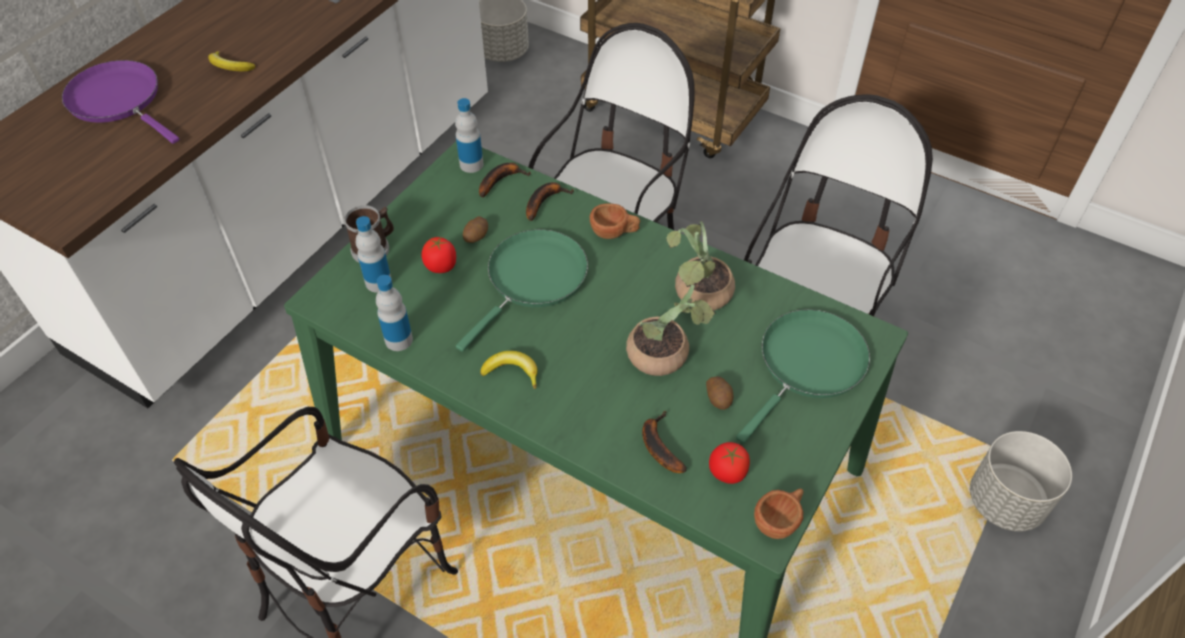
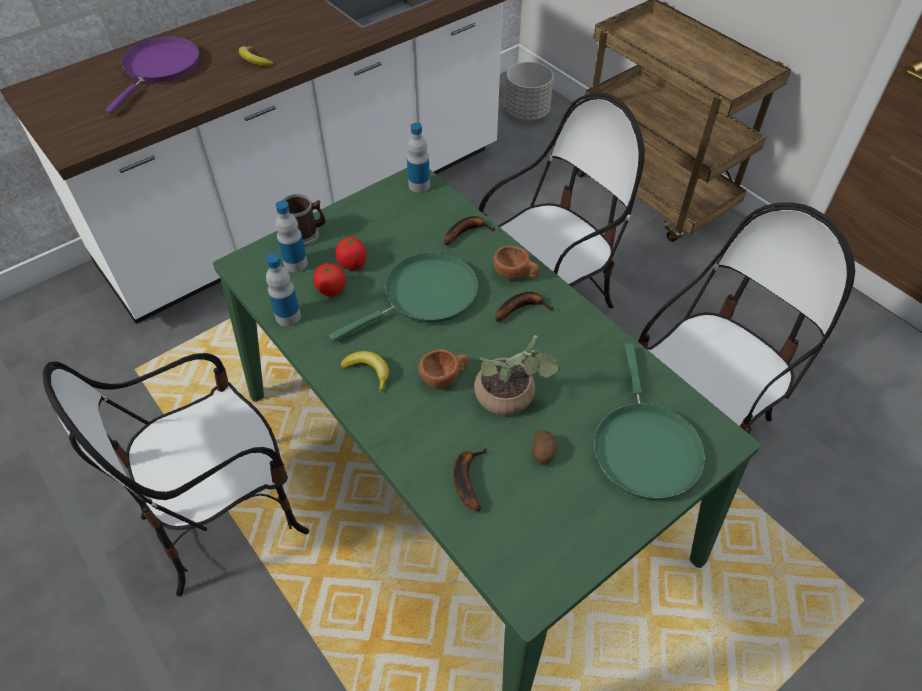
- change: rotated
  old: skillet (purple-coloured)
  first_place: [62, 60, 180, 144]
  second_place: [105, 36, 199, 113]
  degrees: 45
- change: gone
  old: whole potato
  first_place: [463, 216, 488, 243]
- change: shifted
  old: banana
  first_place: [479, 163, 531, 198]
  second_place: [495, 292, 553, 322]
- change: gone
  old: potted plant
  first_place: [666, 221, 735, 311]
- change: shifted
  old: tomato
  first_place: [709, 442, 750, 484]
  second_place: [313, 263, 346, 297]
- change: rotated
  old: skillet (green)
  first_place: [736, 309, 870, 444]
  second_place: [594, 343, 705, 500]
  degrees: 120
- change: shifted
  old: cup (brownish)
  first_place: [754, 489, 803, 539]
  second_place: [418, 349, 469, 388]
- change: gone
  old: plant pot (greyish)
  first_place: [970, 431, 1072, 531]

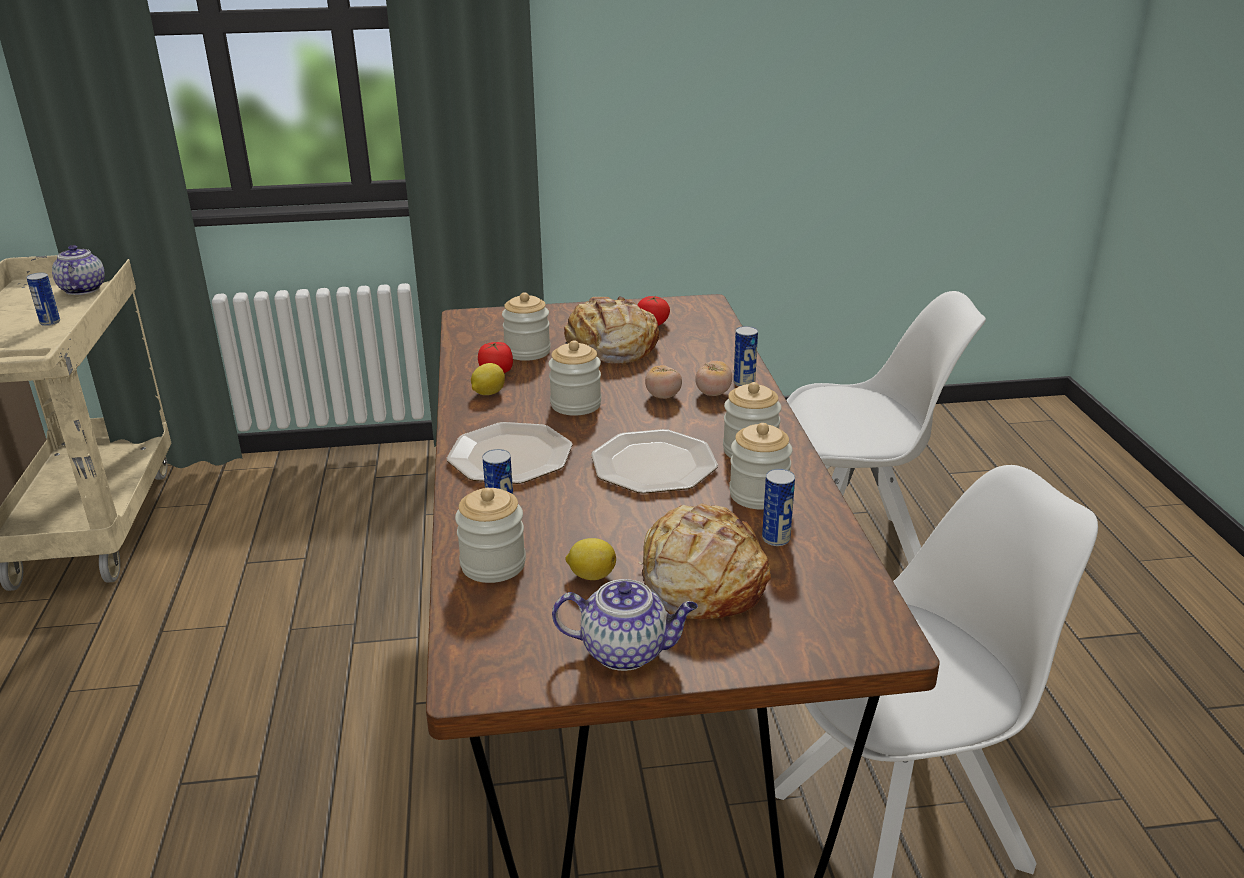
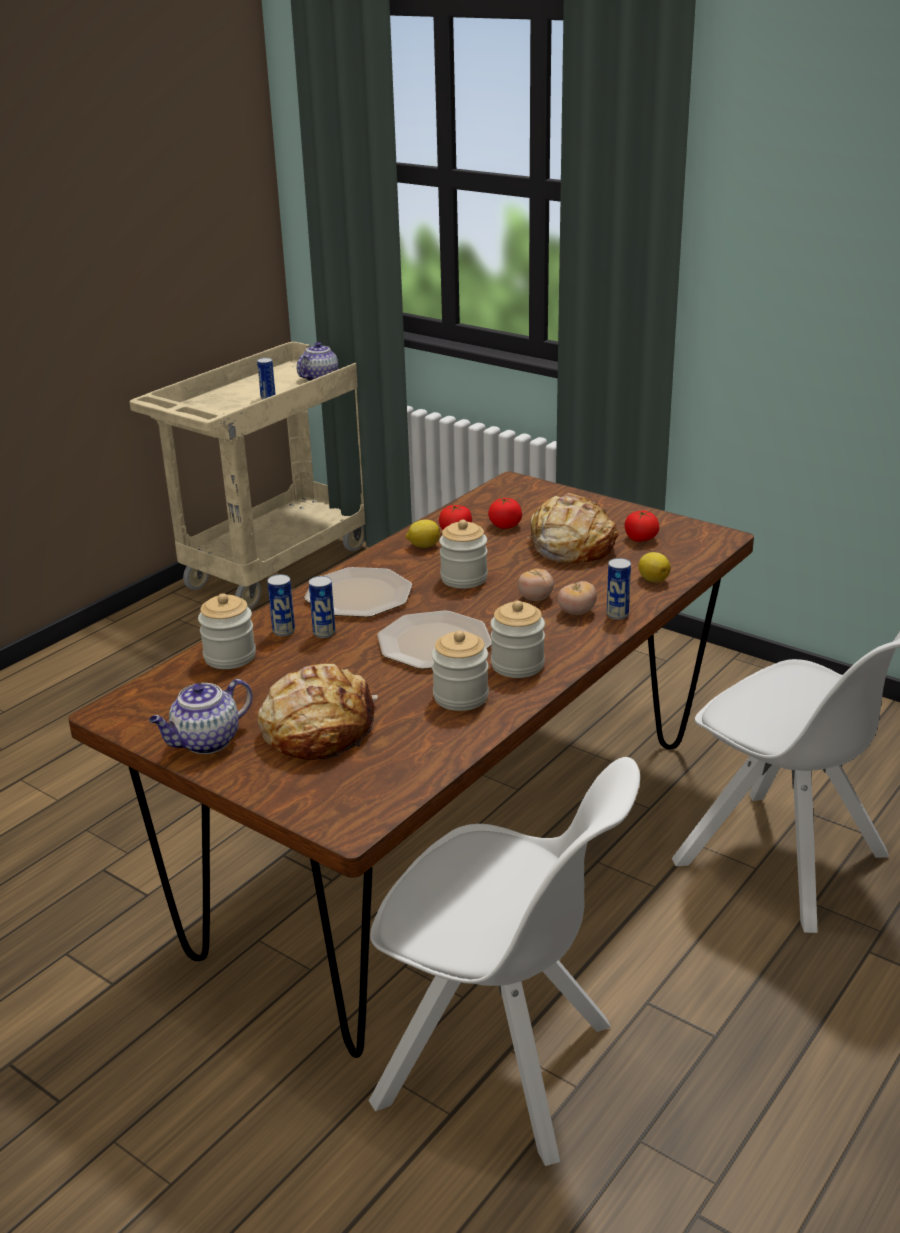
- change: swapped
  old: storage jar
  new: tomato
  first_place: [502, 292, 551, 361]
  second_place: [488, 498, 522, 529]
- change: rotated
  old: tea pot
  first_place: [552, 579, 698, 671]
  second_place: [149, 679, 253, 754]
  degrees: 90
- change: shifted
  old: lemon
  first_place: [565, 538, 616, 580]
  second_place: [638, 552, 671, 582]
- change: shifted
  old: can
  first_place: [762, 469, 795, 546]
  second_place: [309, 576, 336, 638]

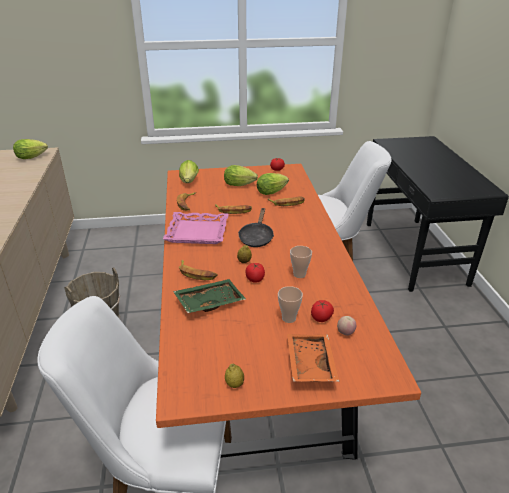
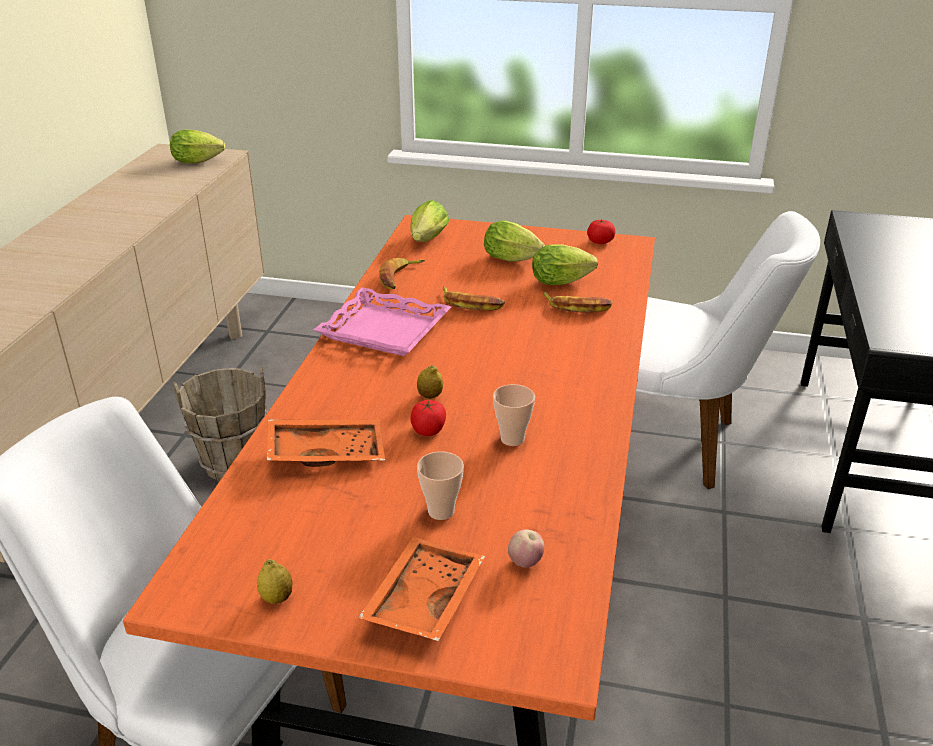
- change: repainted
  old: tray (green)
  new: tray (orange)
  first_place: [173, 279, 246, 313]
  second_place: [267, 419, 385, 467]
- change: gone
  old: banana
  first_place: [179, 259, 218, 281]
- change: gone
  old: skillet (black-coloured)
  first_place: [238, 208, 274, 247]
- change: gone
  old: tomato
  first_place: [311, 300, 334, 322]

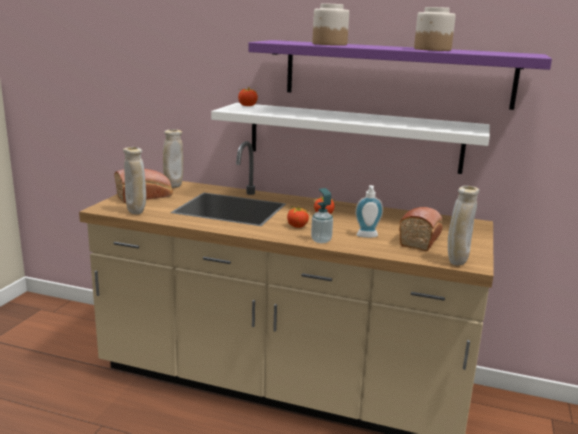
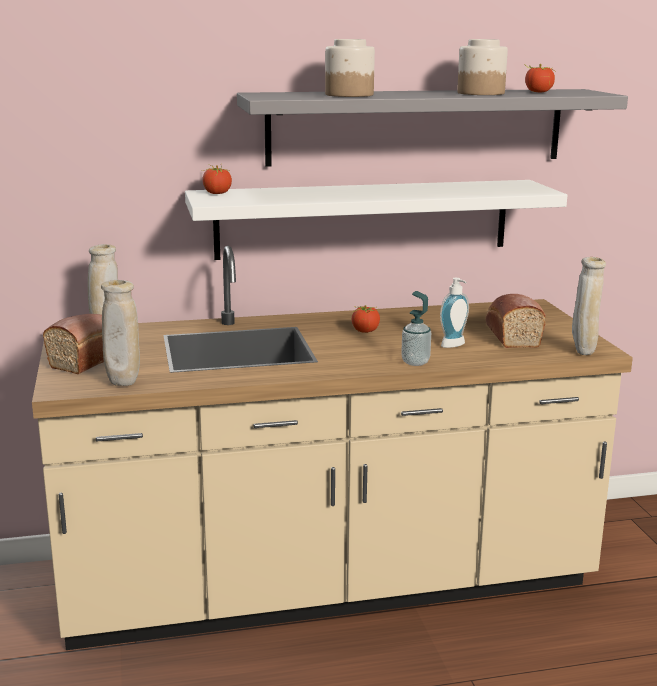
- change: repainted
  old: wall shelf (purple-coloured)
  new: wall shelf (greyish)
  first_place: [248, 40, 552, 110]
  second_place: [237, 89, 628, 167]
- change: shifted
  old: tomato
  first_place: [286, 205, 310, 228]
  second_place: [524, 64, 555, 92]

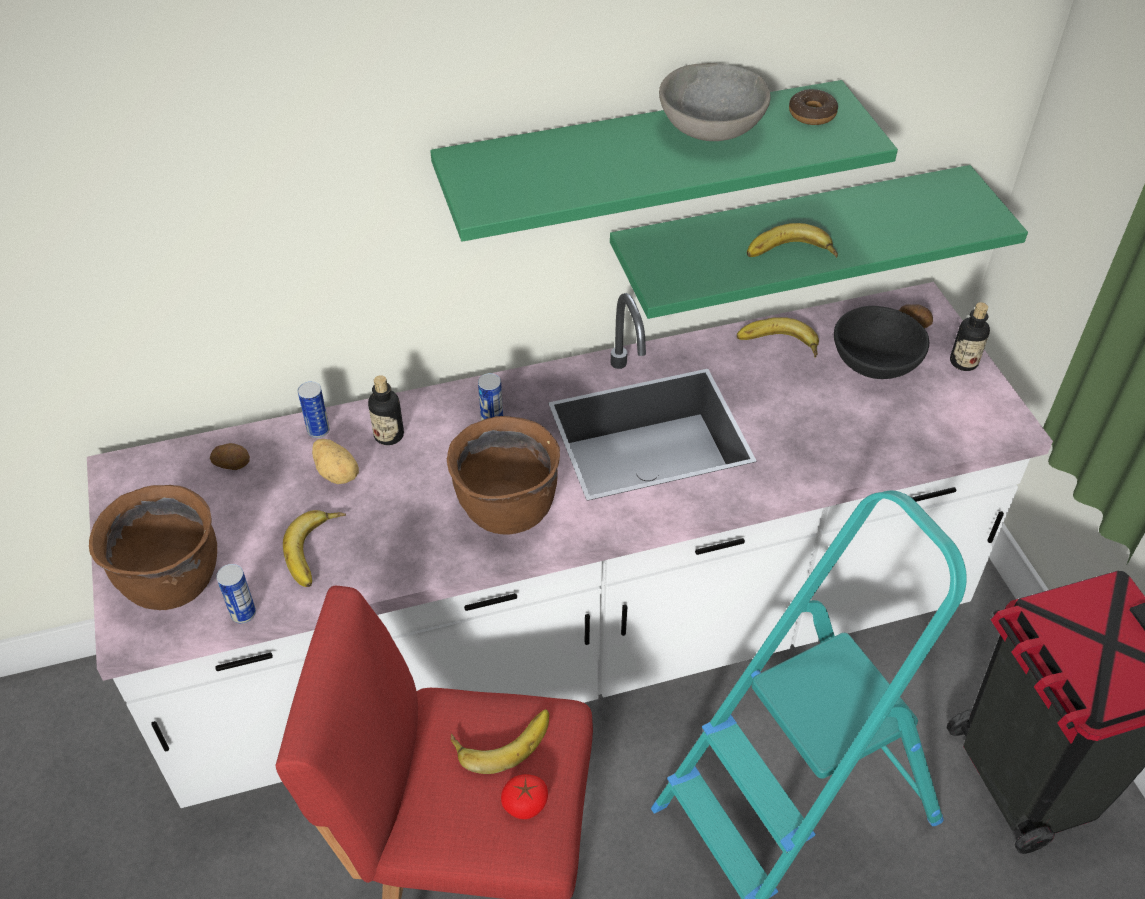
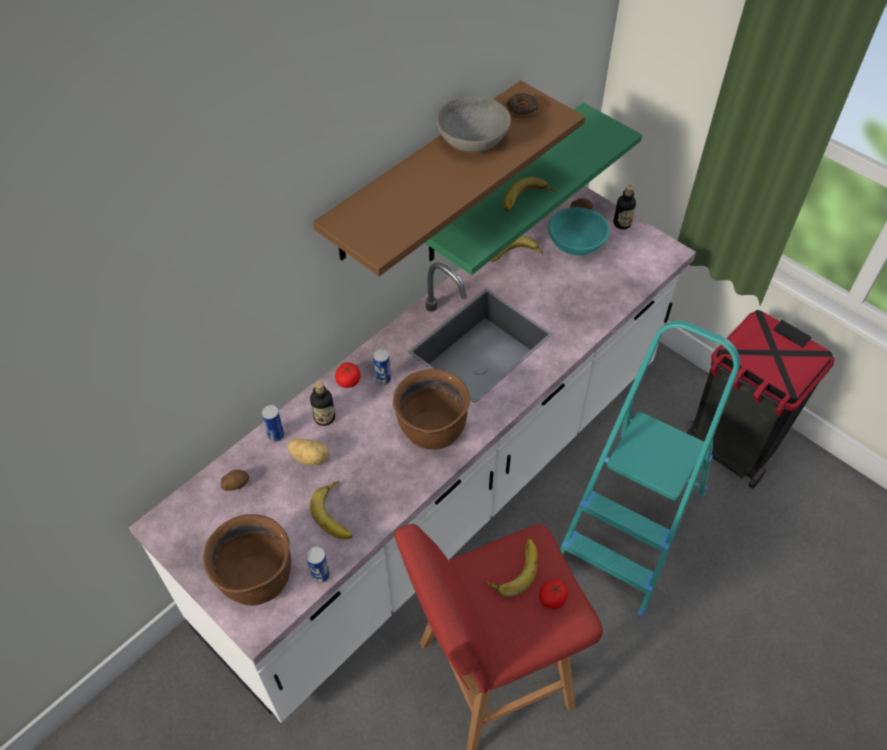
- change: repainted
  old: wall shelf (green)
  new: wall shelf (brownish)
  first_place: [430, 80, 898, 242]
  second_place: [313, 81, 585, 276]
- change: repainted
  old: bowl (black-coloured)
  new: bowl (turquoise-coloured)
  first_place: [834, 306, 929, 379]
  second_place: [548, 207, 609, 255]
- change: new
  new: tomato
  second_place: [335, 362, 360, 388]

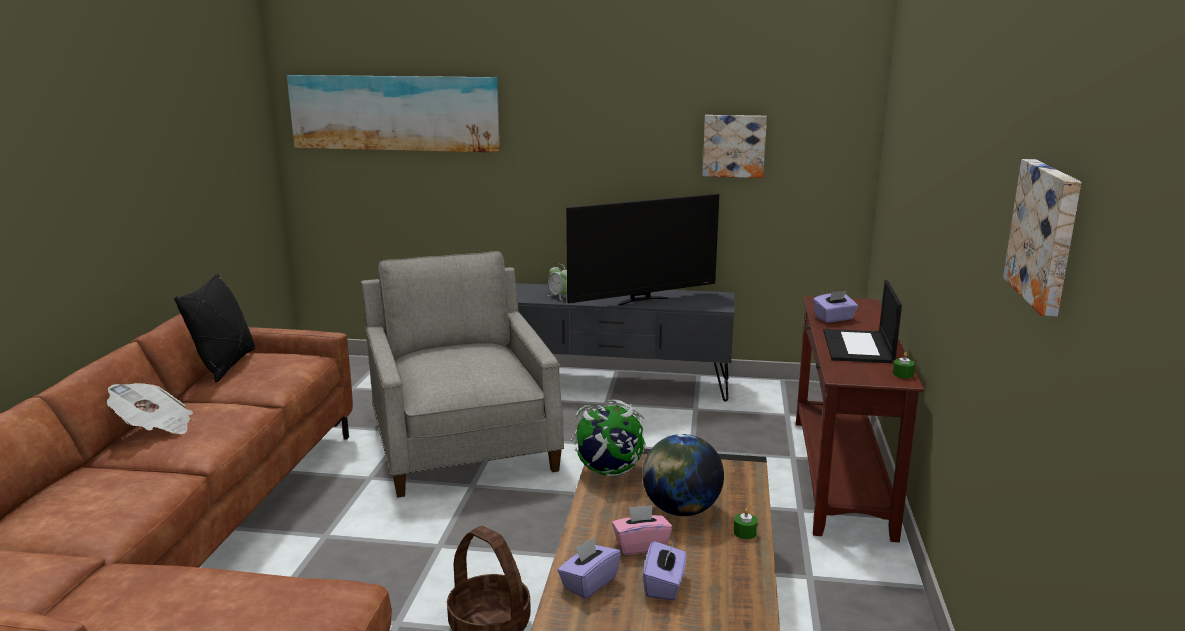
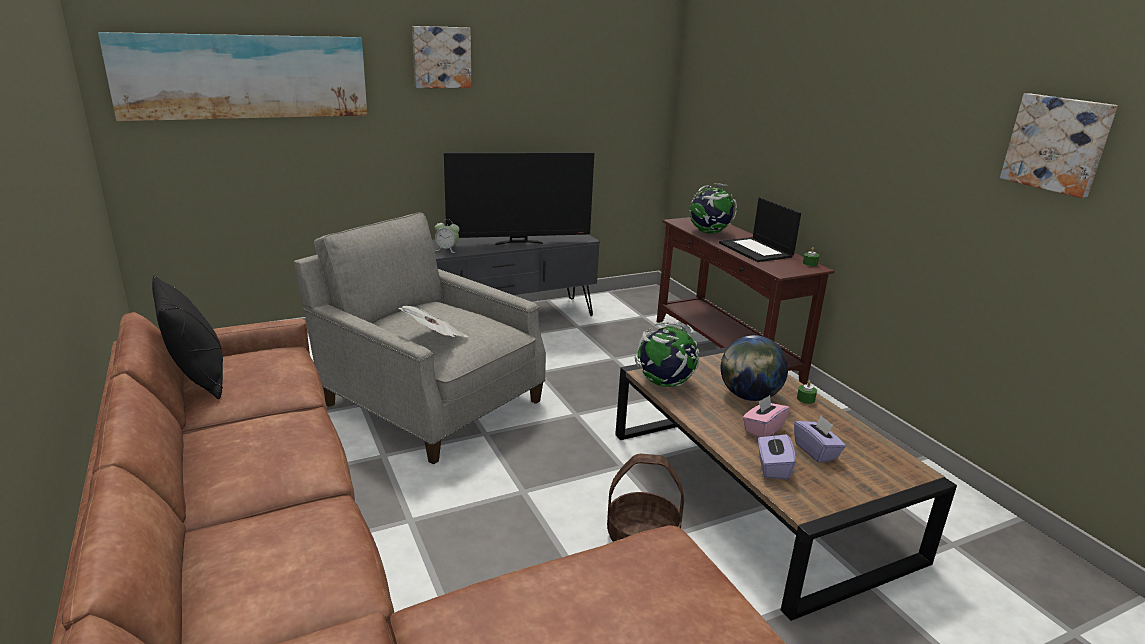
- change: shifted
  old: printed paper
  first_place: [106, 383, 193, 434]
  second_place: [399, 306, 469, 337]
- change: rotated
  old: TV
  first_place: [566, 194, 719, 306]
  second_place: [444, 152, 594, 245]
  degrees: 45
- change: shifted
  old: picture
  first_place: [703, 115, 767, 178]
  second_place: [412, 26, 471, 88]
- change: swapped
  old: tissue box (purple-coloured)
  new: globe
  first_place: [813, 291, 858, 323]
  second_place: [690, 183, 737, 234]

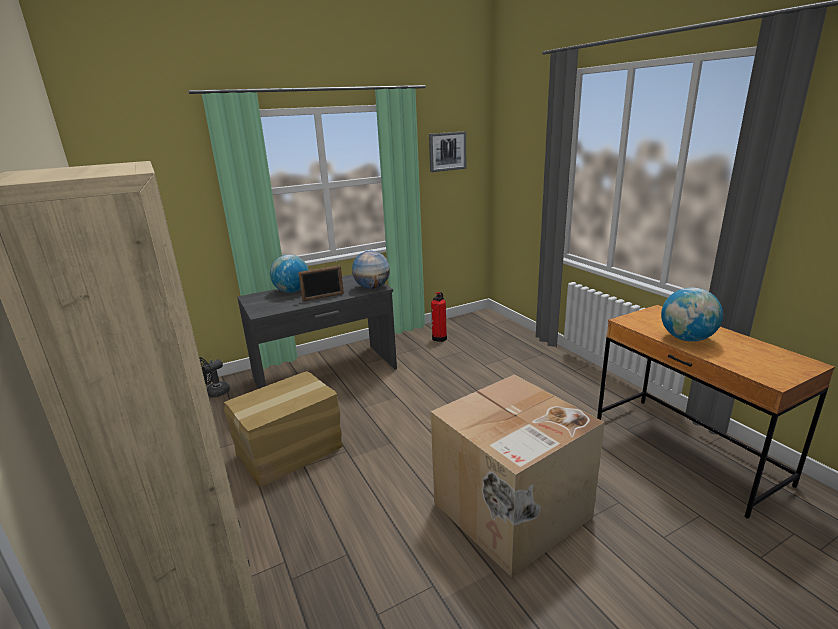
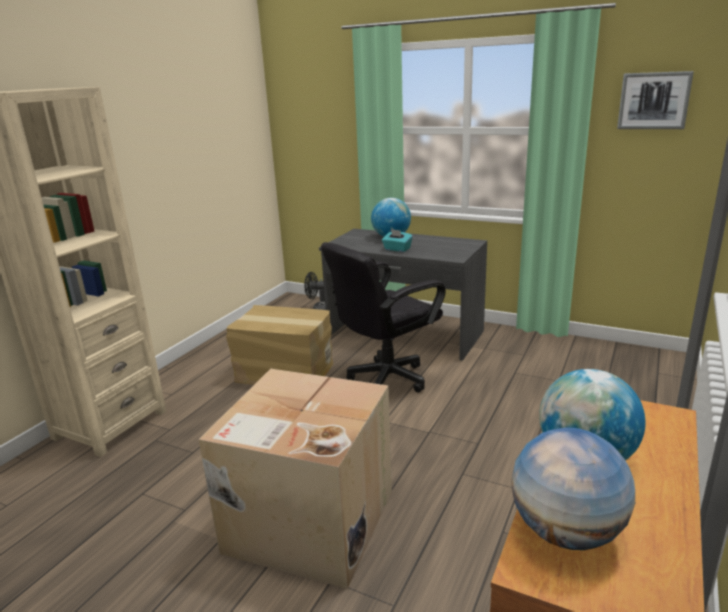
- change: swapped
  old: photo frame
  new: tissue box (turquoise-coloured)
  first_place: [298, 265, 344, 301]
  second_place: [382, 229, 413, 252]
- change: shifted
  old: globe
  first_place: [352, 251, 390, 289]
  second_place: [511, 428, 635, 550]
- change: gone
  old: fire extinguisher
  first_place: [431, 292, 447, 342]
- change: new
  new: computer chair (black-coloured)
  second_place: [321, 242, 446, 392]

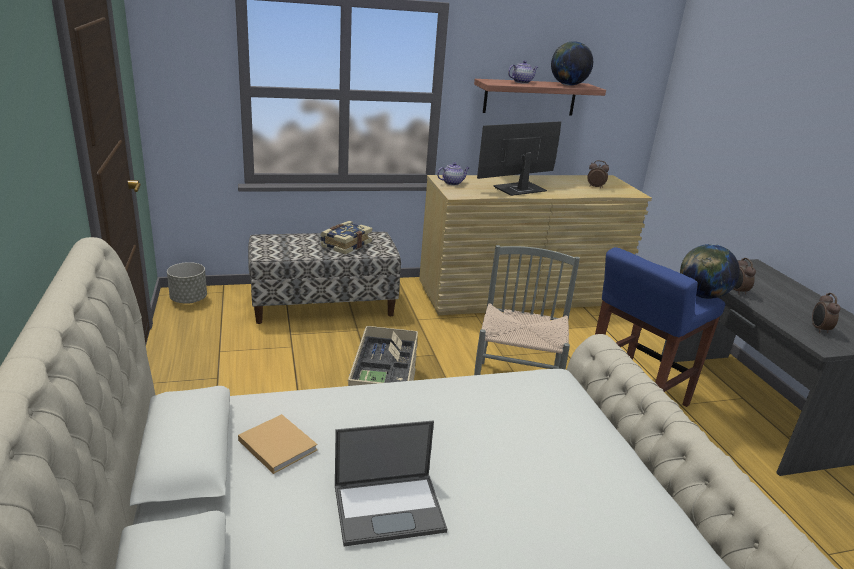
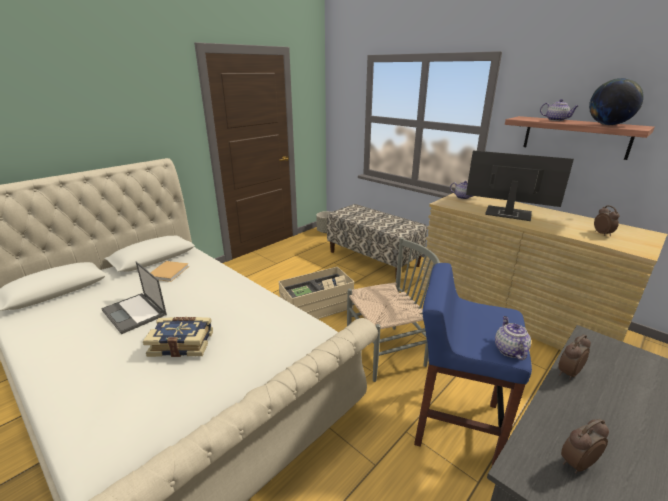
- change: shifted
  old: volume
  first_place: [320, 221, 372, 254]
  second_place: [143, 317, 213, 357]
- change: swapped
  old: globe
  new: tea pot
  first_place: [680, 244, 740, 299]
  second_place: [495, 316, 531, 360]

